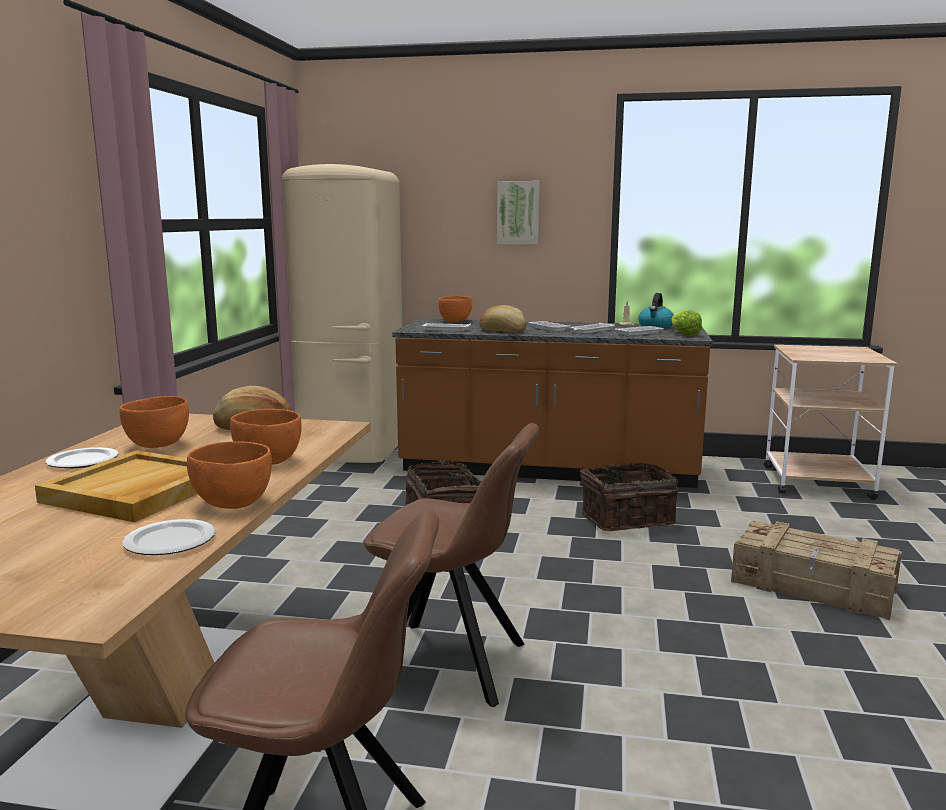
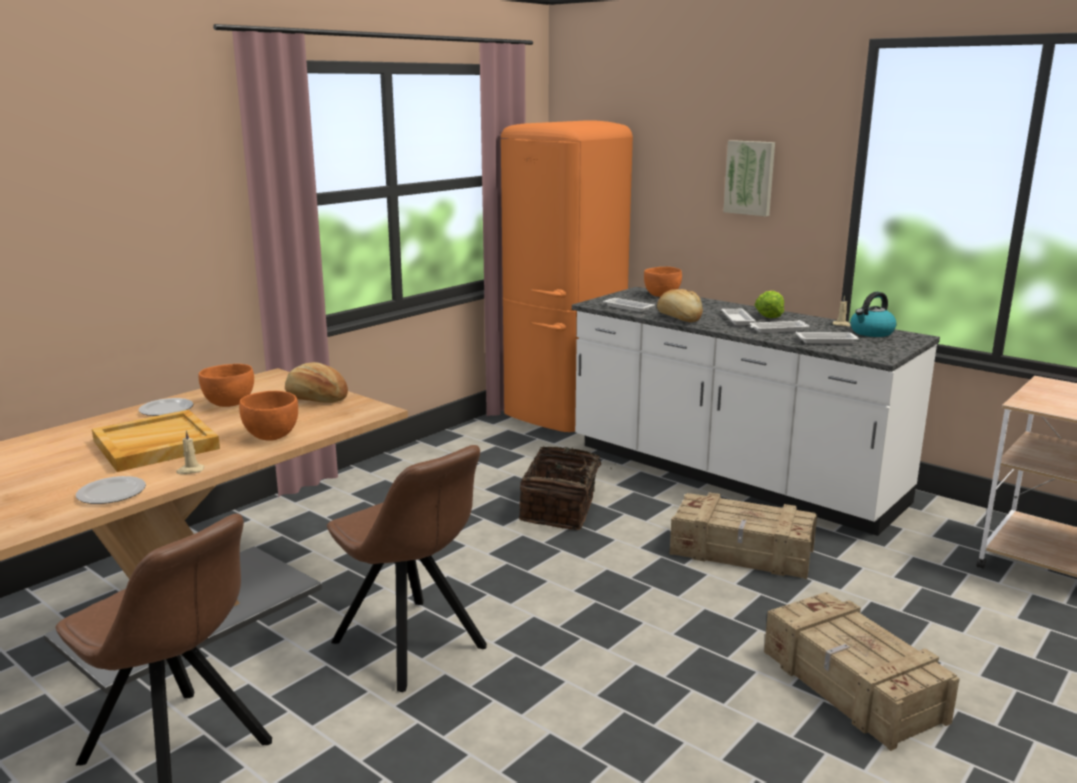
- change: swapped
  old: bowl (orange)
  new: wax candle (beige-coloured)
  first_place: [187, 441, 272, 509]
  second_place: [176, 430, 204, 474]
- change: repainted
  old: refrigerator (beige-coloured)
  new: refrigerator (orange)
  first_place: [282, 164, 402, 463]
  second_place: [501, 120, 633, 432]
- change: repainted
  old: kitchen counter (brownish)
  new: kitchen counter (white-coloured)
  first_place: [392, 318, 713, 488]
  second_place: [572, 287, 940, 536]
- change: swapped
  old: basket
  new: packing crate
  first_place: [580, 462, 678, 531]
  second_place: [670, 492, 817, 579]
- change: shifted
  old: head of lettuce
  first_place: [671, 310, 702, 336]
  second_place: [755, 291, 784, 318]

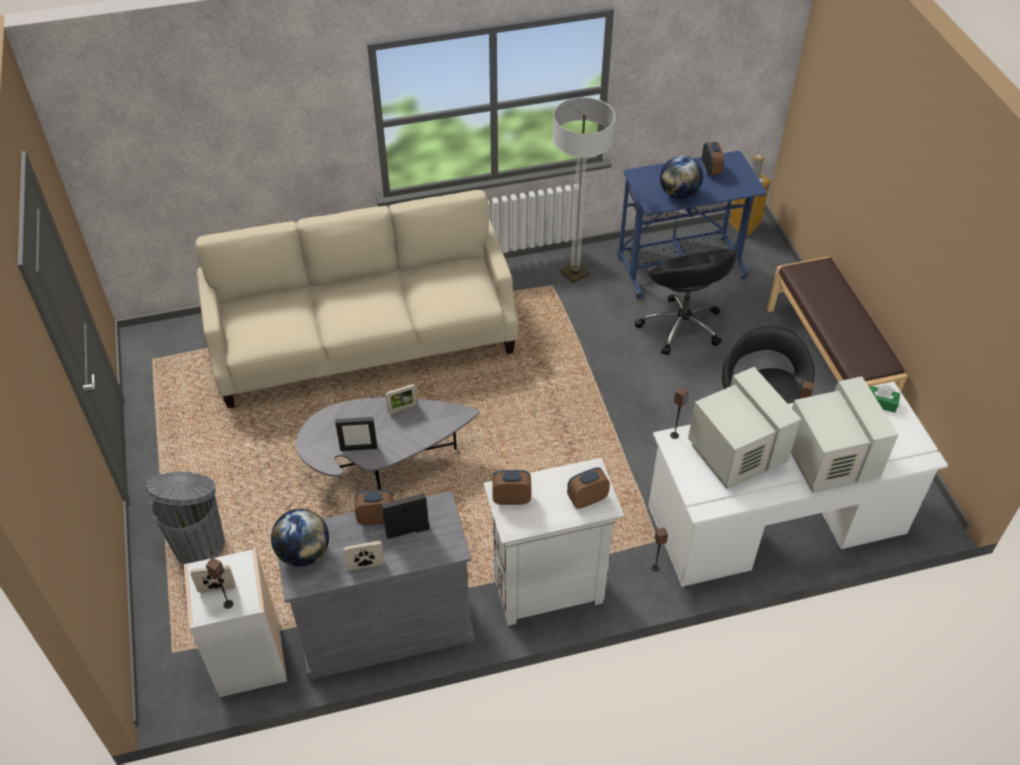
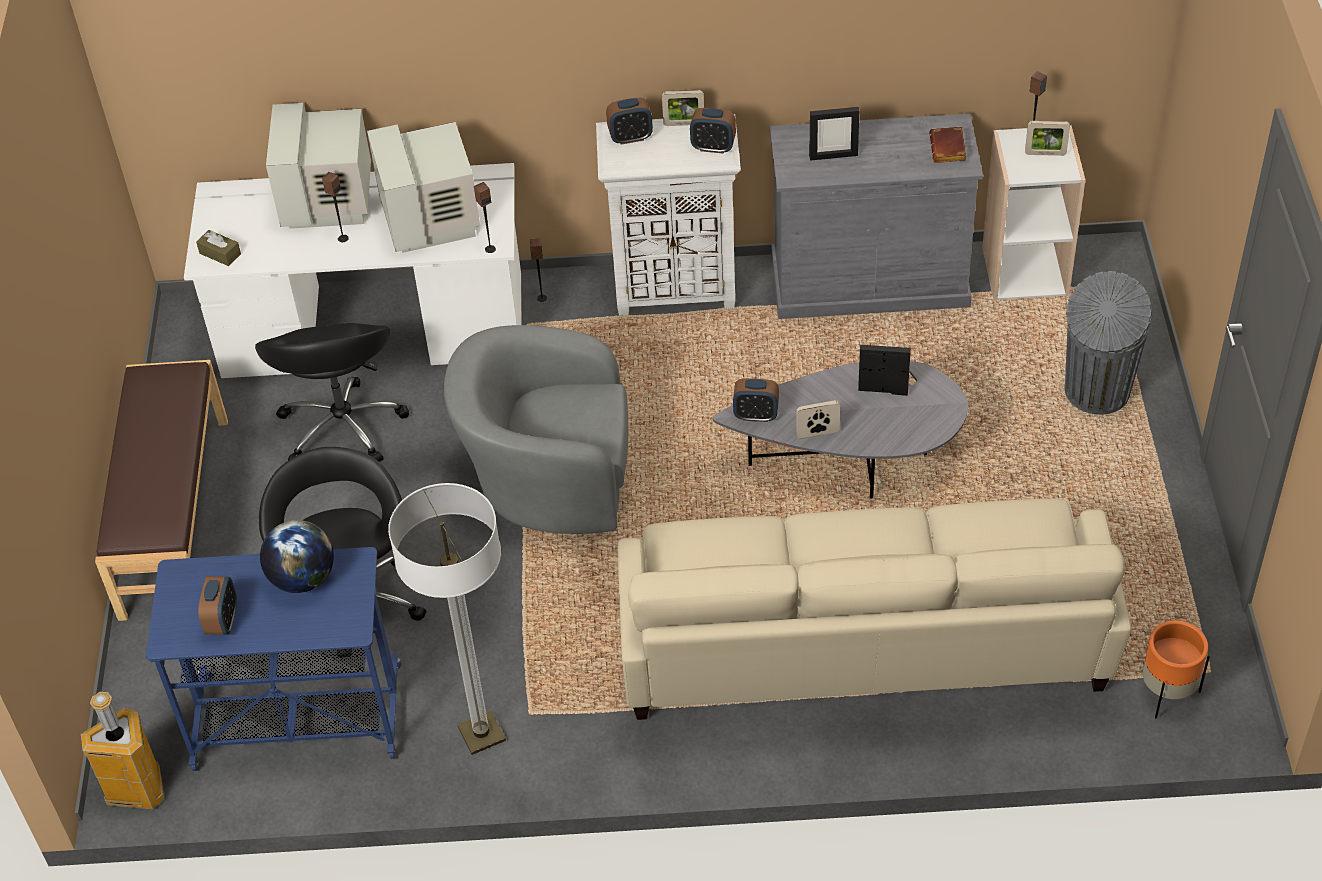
- change: swapped
  old: globe
  new: volume (brownish)
  first_place: [271, 509, 329, 567]
  second_place: [929, 126, 966, 163]
- change: shifted
  old: photo frame
  first_place: [343, 541, 385, 571]
  second_place: [662, 90, 704, 126]
- change: shifted
  old: table clock
  first_place: [355, 490, 394, 525]
  second_place: [733, 378, 779, 422]
- change: repainted
  old: tissue box (green)
  new: tissue box (brownish)
  first_place: [869, 385, 900, 413]
  second_place: [196, 230, 241, 266]
- change: new
  new: easy chair (greyish)
  second_place: [444, 325, 628, 534]
- change: new
  new: plant pot (orange)
  second_place: [1142, 620, 1210, 719]

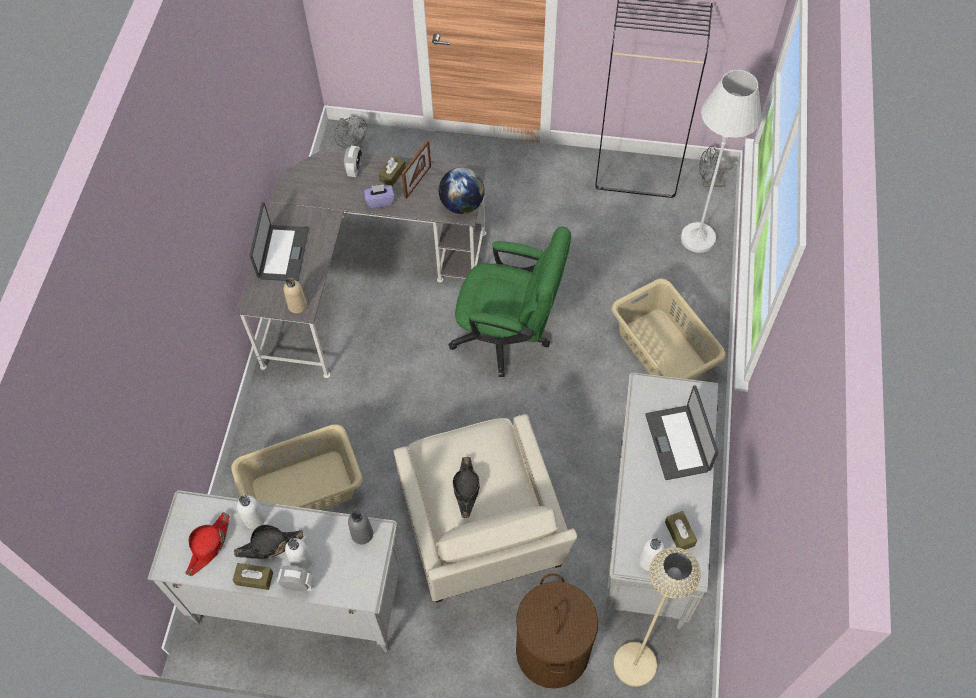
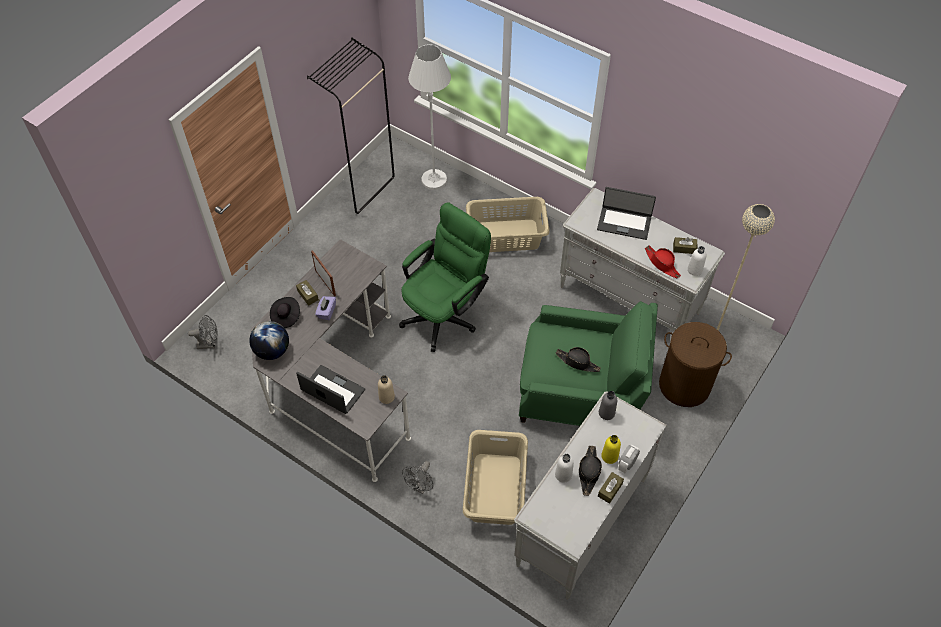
- change: shifted
  old: hat (red)
  first_place: [185, 512, 230, 576]
  second_place: [645, 245, 681, 278]
- change: repainted
  old: beverage bottle (white-coloured)
  new: beverage bottle (yellow-coloured)
  first_place: [285, 538, 313, 570]
  second_place: [601, 435, 621, 464]
- change: swapped
  old: table clock
  new: hat (black-coloured)
  first_place: [344, 146, 362, 177]
  second_place: [270, 297, 300, 328]
- change: repainted
  old: easy chair (beige-coloured)
  new: easy chair (green)
  first_place: [393, 414, 577, 603]
  second_place: [519, 301, 658, 426]
- change: shifted
  old: globe
  first_place: [439, 167, 485, 214]
  second_place: [249, 321, 289, 360]
- change: shifted
  old: cooling fan (greyish)
  first_place: [699, 146, 733, 187]
  second_place: [402, 461, 433, 494]

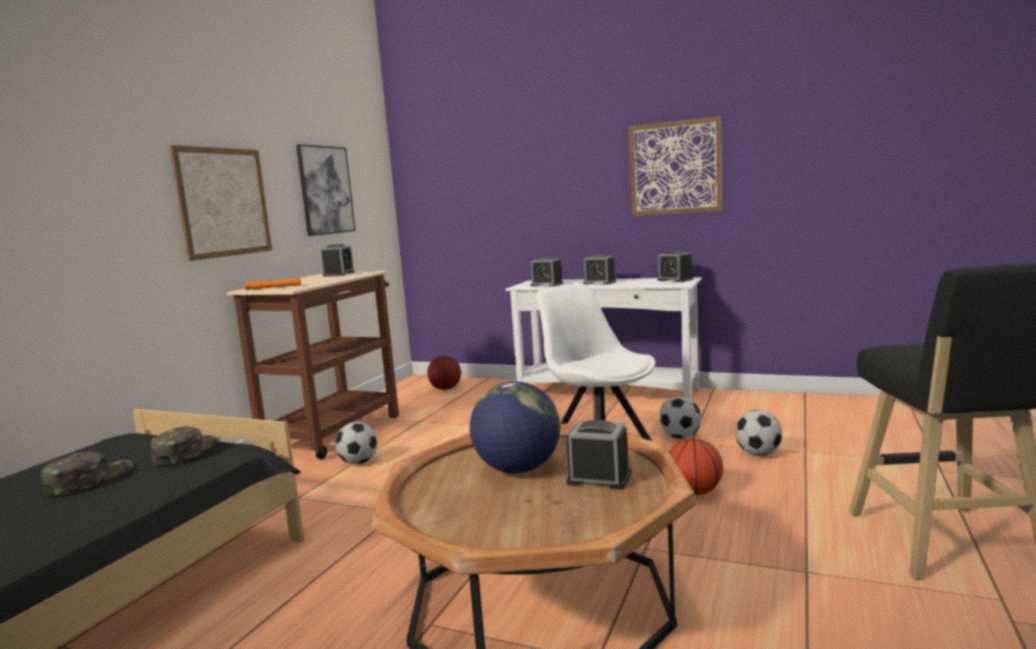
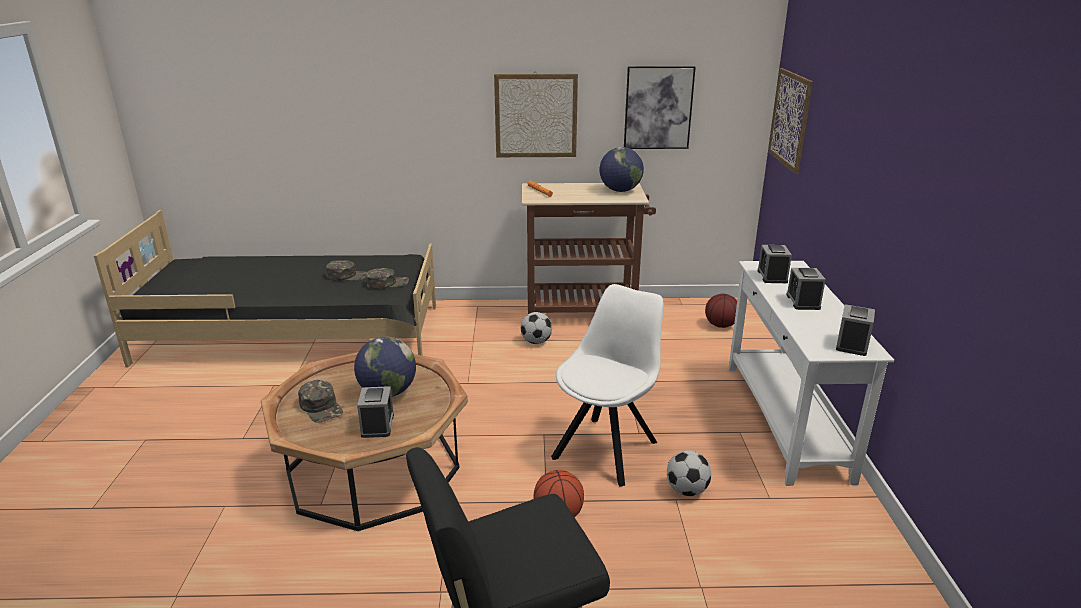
- change: swapped
  old: table clock
  new: globe
  first_place: [320, 244, 355, 277]
  second_place: [599, 147, 644, 192]
- change: shifted
  old: picture
  first_place: [629, 116, 722, 216]
  second_place: [768, 68, 813, 174]
- change: gone
  old: football
  first_place: [735, 410, 782, 456]
- change: new
  new: peaked cap (green)
  second_place: [298, 380, 343, 423]

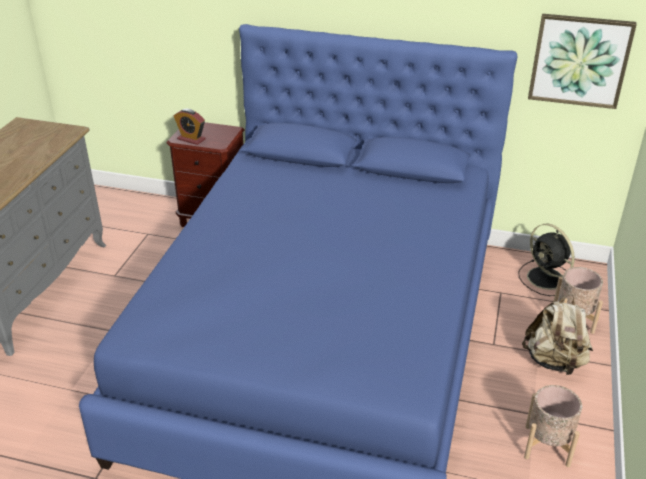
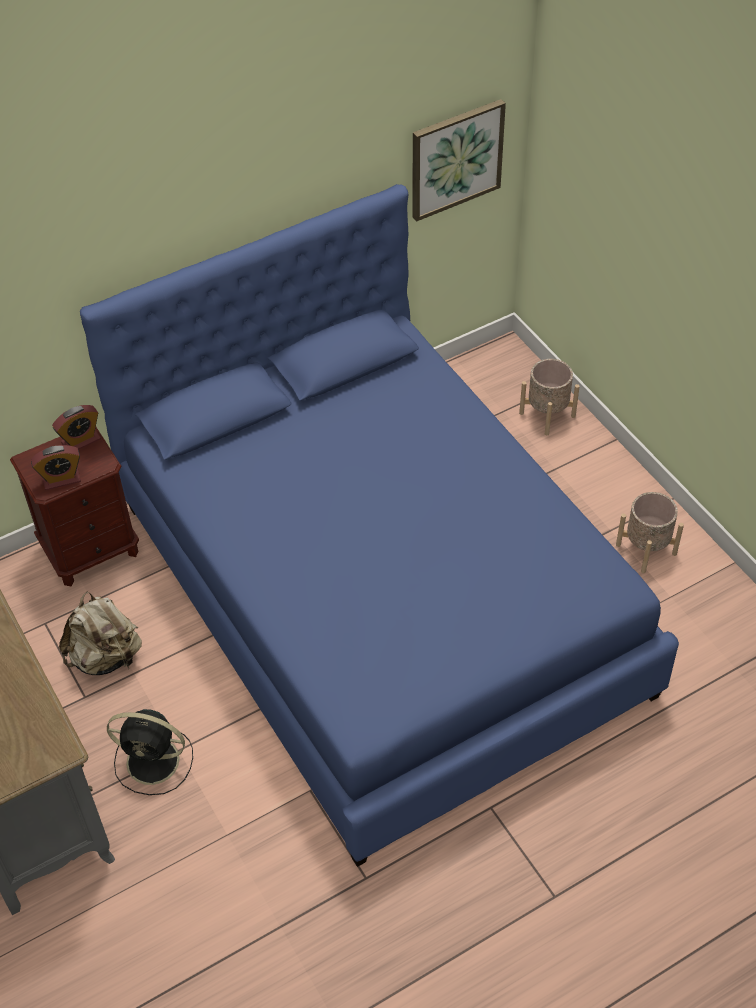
- change: shifted
  old: cooling fan (black-coloured)
  first_place: [518, 223, 575, 296]
  second_place: [107, 709, 193, 795]
- change: shifted
  old: knapsack (beige-coloured)
  first_place: [522, 294, 593, 375]
  second_place: [59, 592, 142, 675]
- change: new
  new: table clock
  second_place: [52, 405, 101, 450]

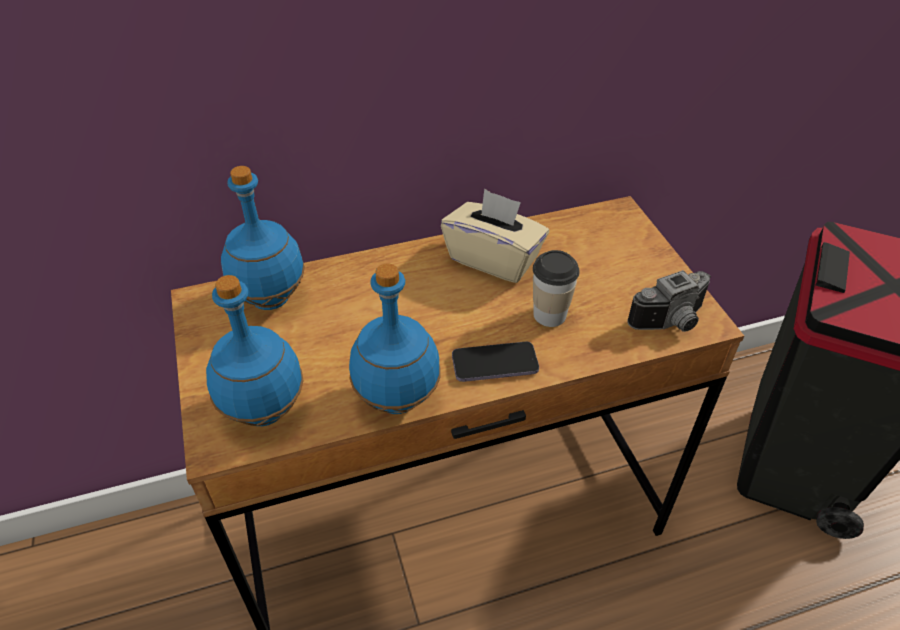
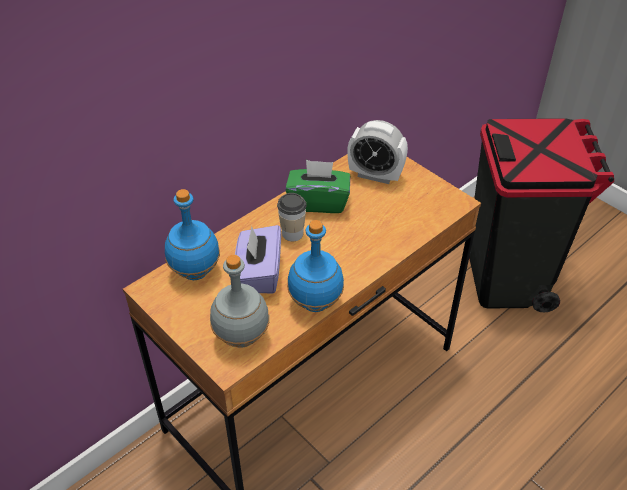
- change: repainted
  old: beverage bottle (blue-coloured)
  new: beverage bottle (greyish)
  first_place: [206, 275, 303, 426]
  second_place: [210, 255, 269, 348]
- change: repainted
  old: tissue box (beige-coloured)
  new: tissue box (green)
  first_place: [441, 189, 549, 283]
  second_place: [285, 160, 350, 213]
- change: gone
  old: telephone
  first_place: [452, 342, 539, 382]
- change: shifted
  old: cup
  first_place: [533, 250, 580, 327]
  second_place: [277, 193, 307, 241]
- change: gone
  old: photo camera
  first_place: [627, 270, 711, 332]
- change: new
  new: tissue box (purple-coloured)
  second_place: [235, 225, 281, 293]
- change: new
  new: table clock
  second_place: [347, 120, 408, 184]

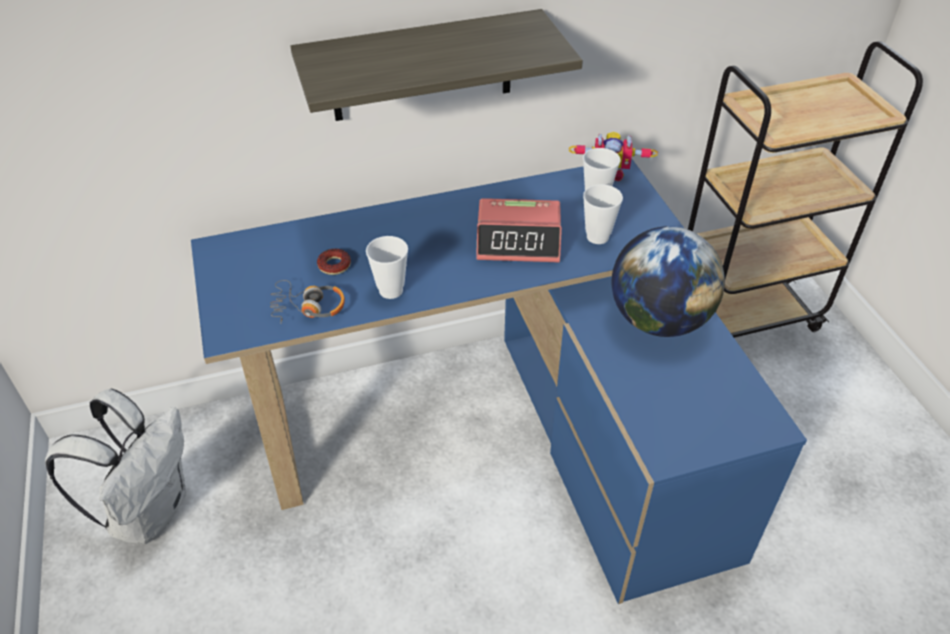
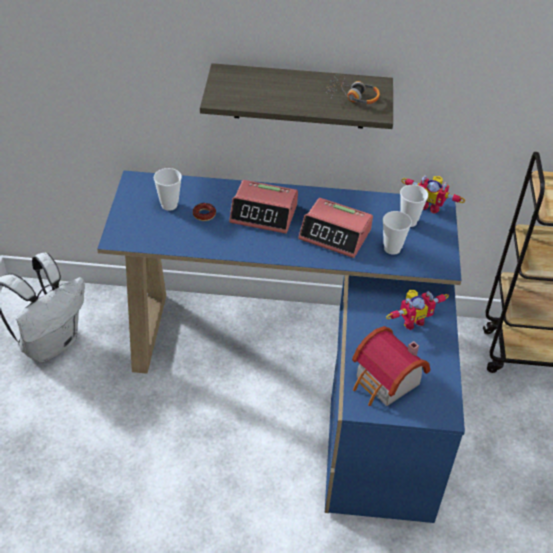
- change: shifted
  old: headphones
  first_place: [270, 280, 345, 324]
  second_place: [326, 74, 380, 104]
- change: shifted
  old: cup
  first_place: [366, 236, 408, 299]
  second_place: [154, 168, 182, 211]
- change: swapped
  old: globe
  new: robot figure
  first_place: [612, 226, 725, 337]
  second_place: [386, 290, 449, 330]
- change: new
  new: table clock
  second_place: [229, 180, 298, 234]
- change: new
  new: model house
  second_place: [352, 326, 430, 406]

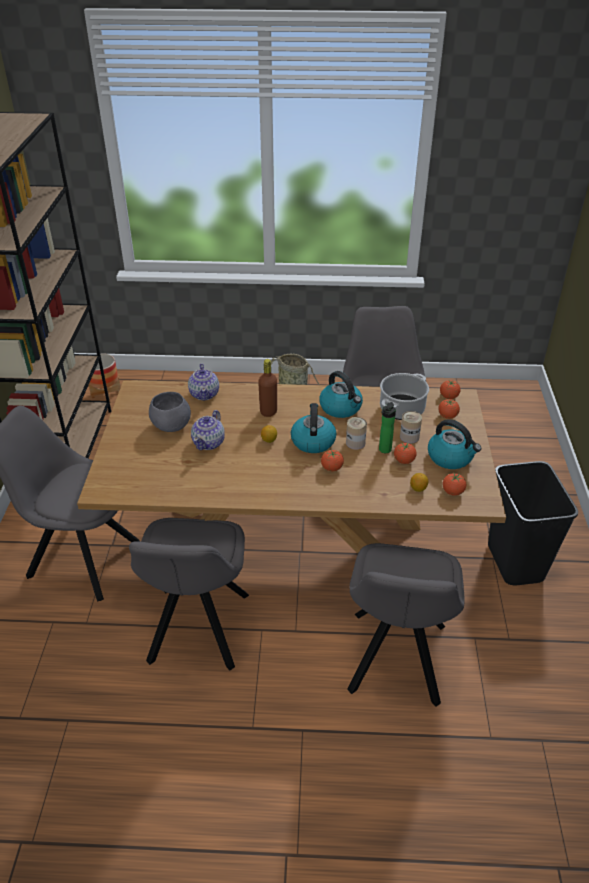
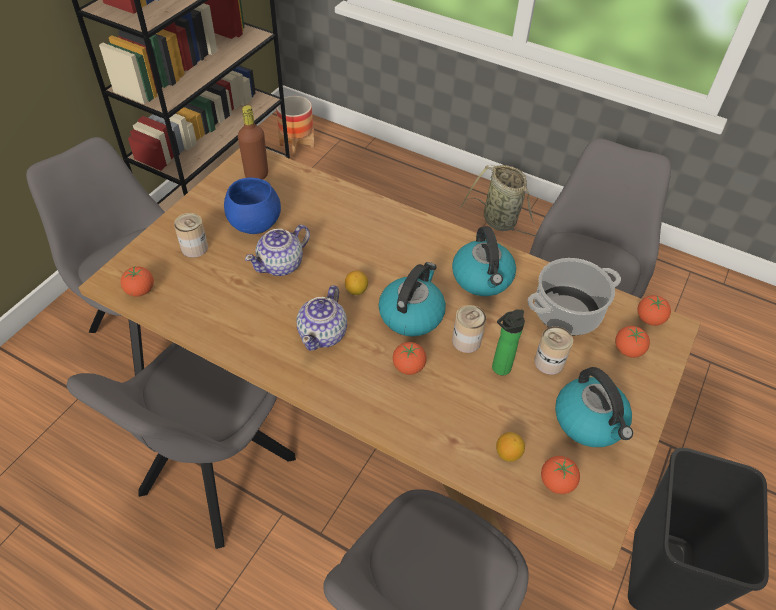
- change: repainted
  old: bowl (greyish)
  new: bowl (blue-coloured)
  first_place: [149, 392, 191, 432]
  second_place: [224, 178, 281, 234]
- change: shifted
  old: tea pot
  first_place: [188, 364, 219, 401]
  second_place: [297, 285, 347, 351]
- change: shifted
  old: beverage bottle (brownish)
  first_place: [258, 359, 277, 417]
  second_place: [238, 105, 268, 180]
- change: shifted
  old: tomato
  first_place: [394, 443, 417, 464]
  second_place: [121, 267, 154, 297]
- change: new
  new: can
  second_place: [174, 213, 208, 258]

